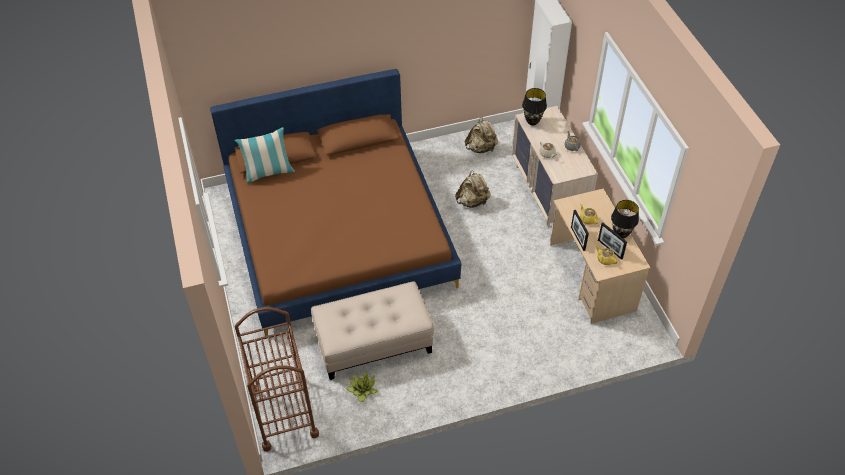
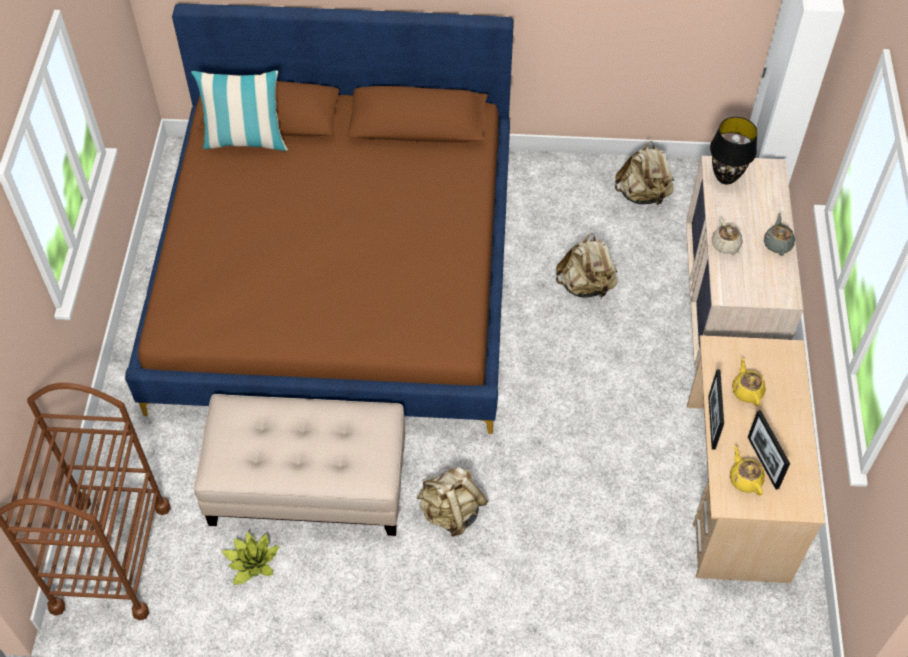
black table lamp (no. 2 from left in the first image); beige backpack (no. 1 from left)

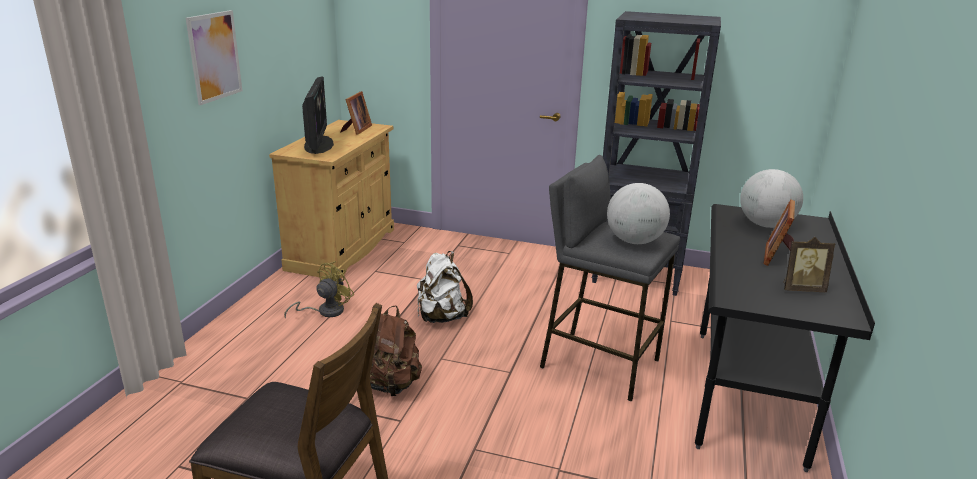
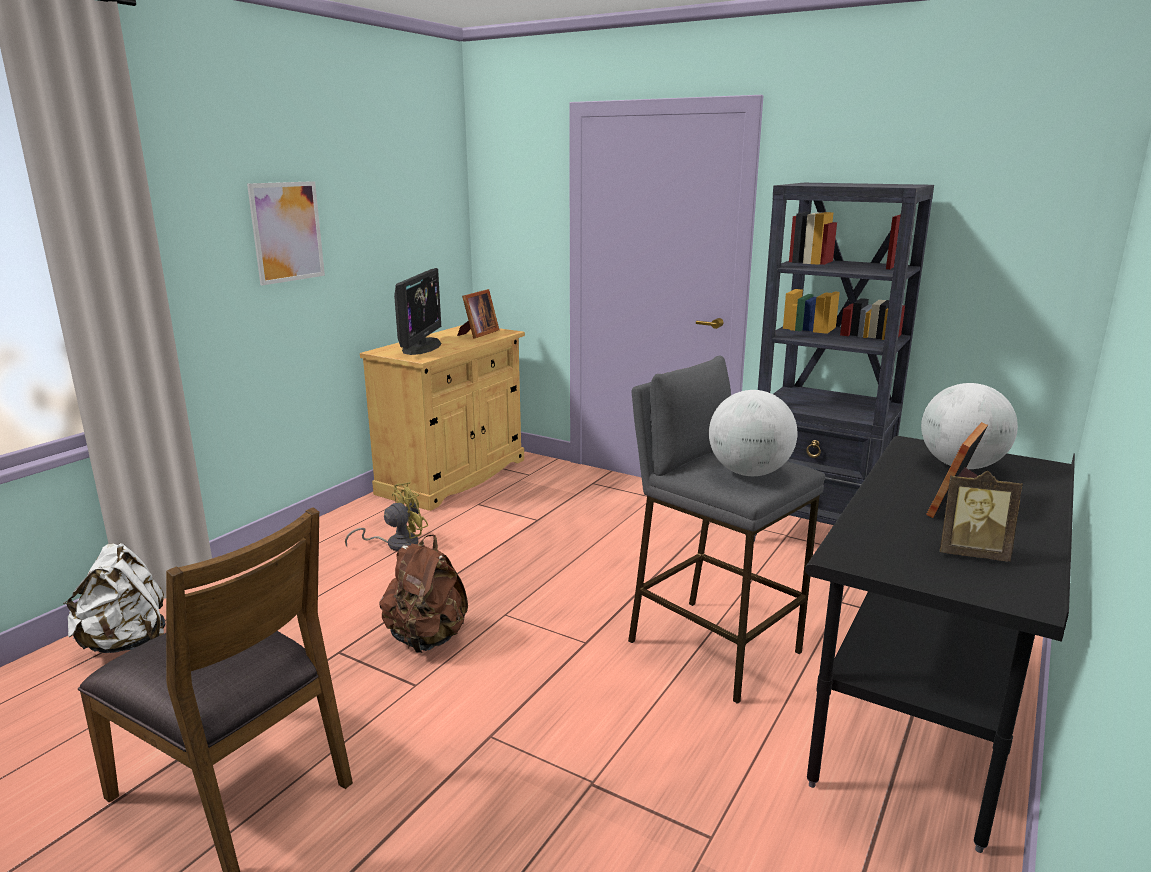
whitish backpack

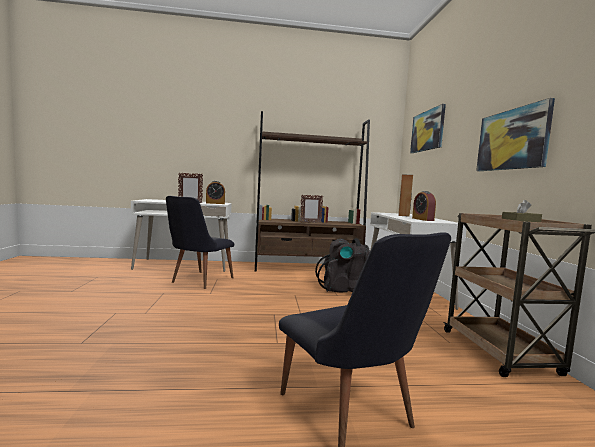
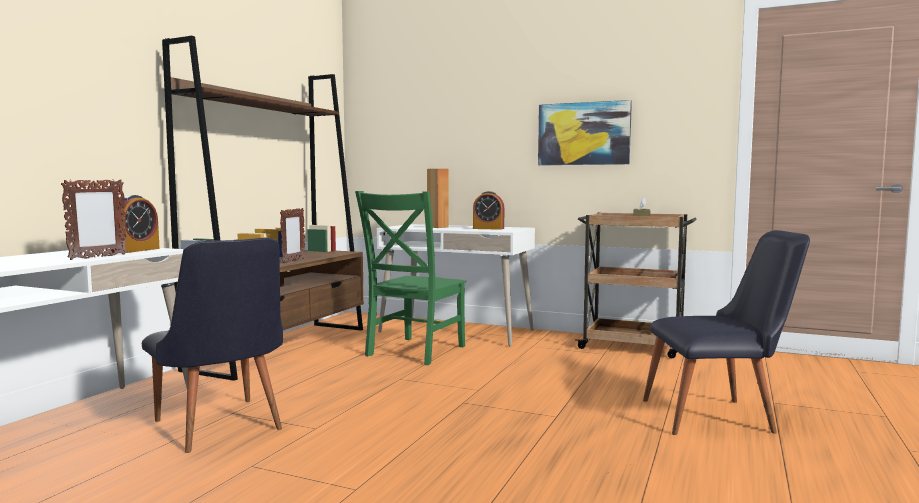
picture (no. 1 from left in the first image); green-coloured chair

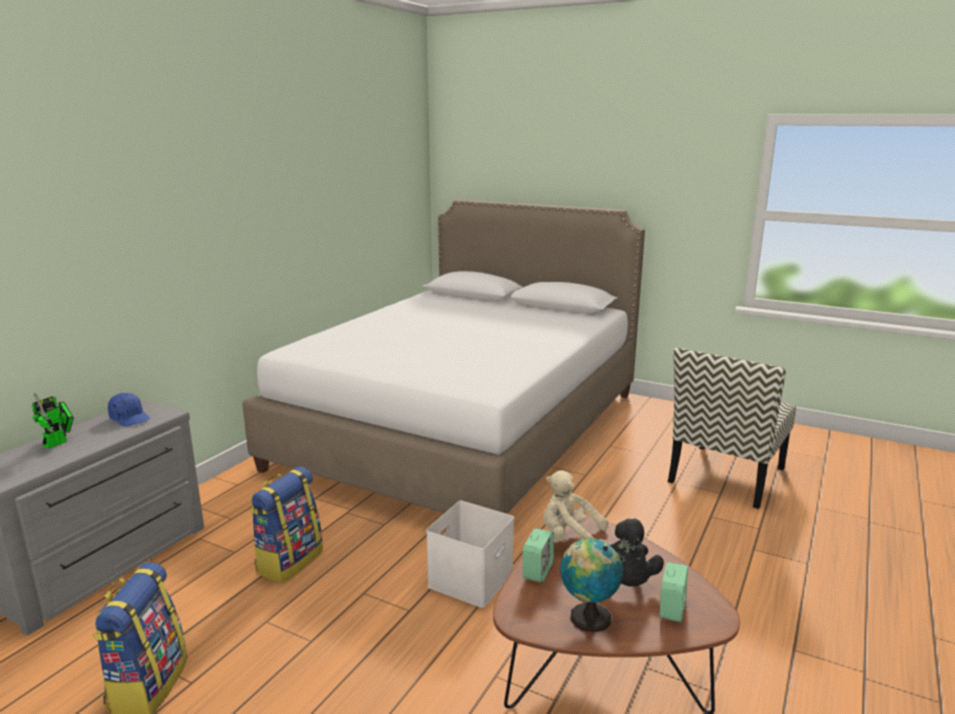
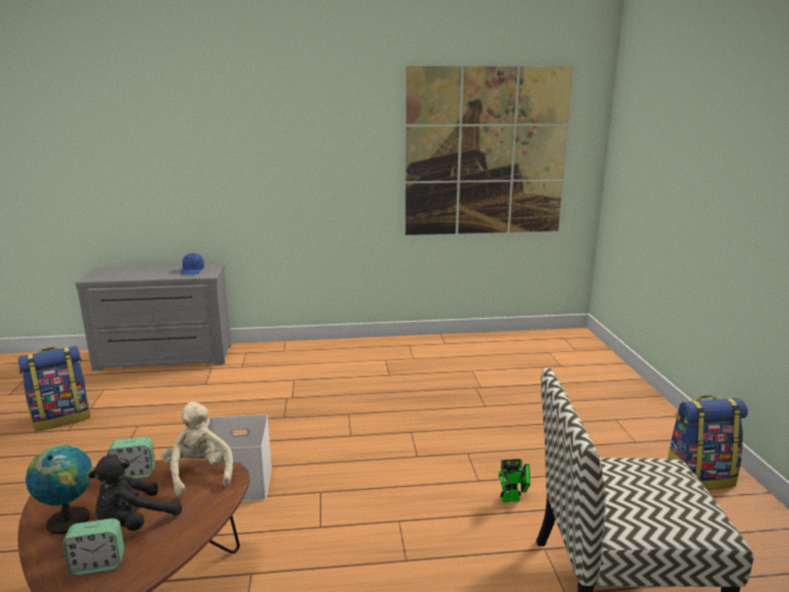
whitish sleeping bed; picture; model robot; backpack (no. 2 from left)

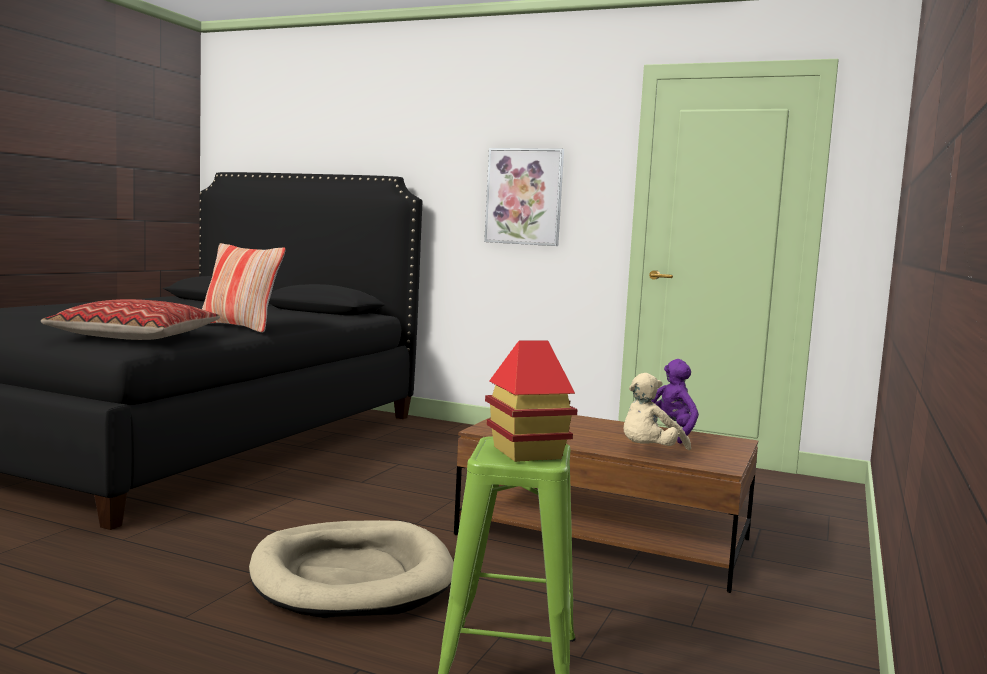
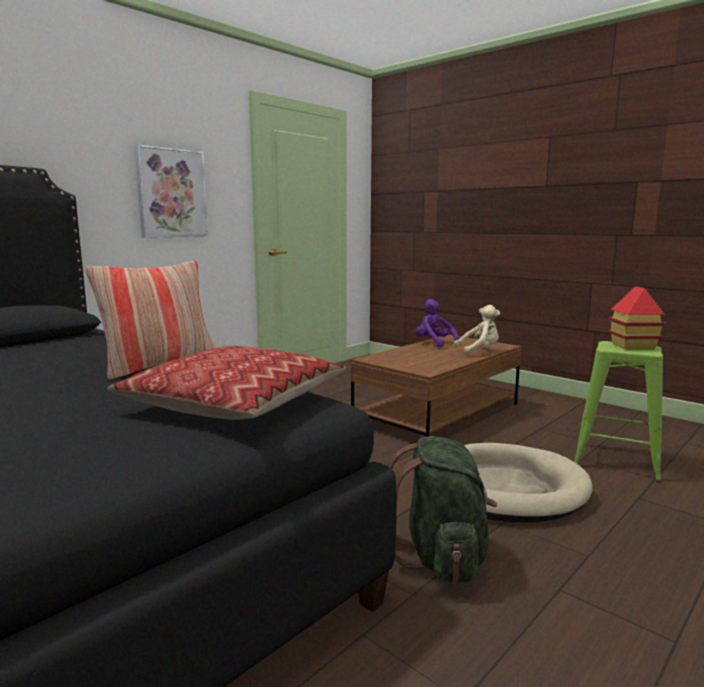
green-coloured backpack; beige cuddly toy

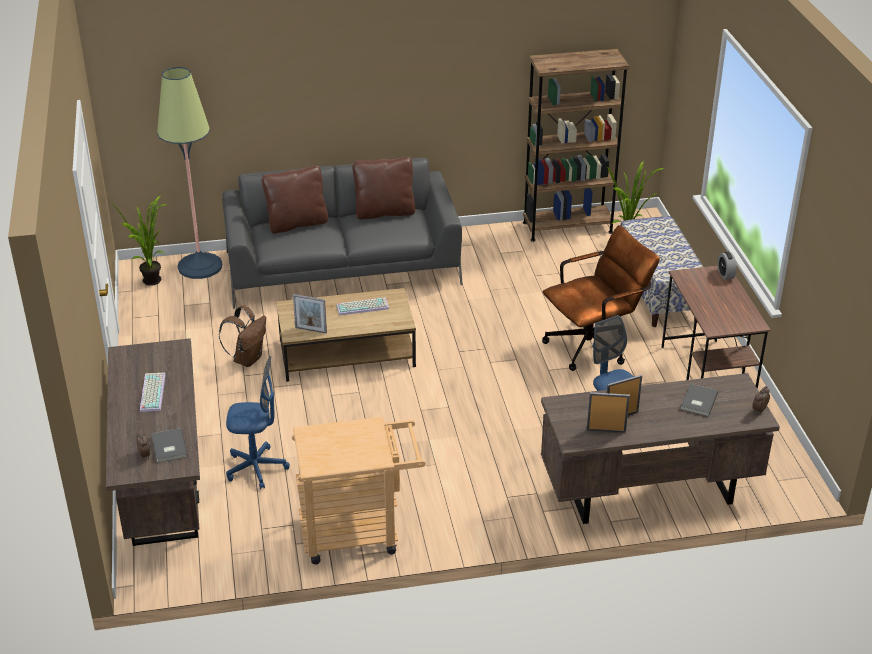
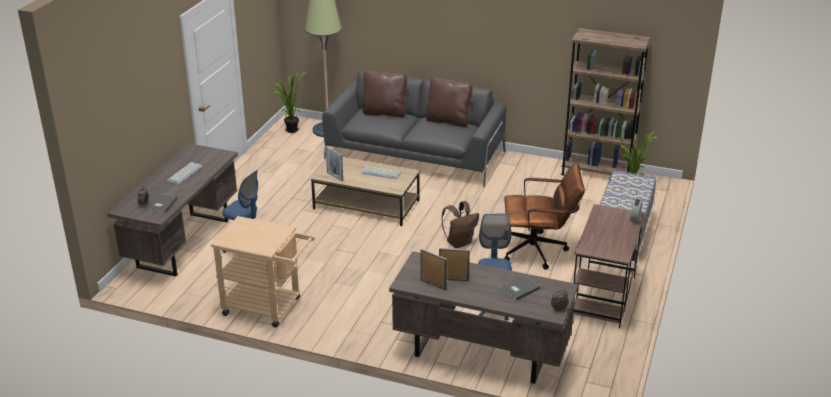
brownish backpack

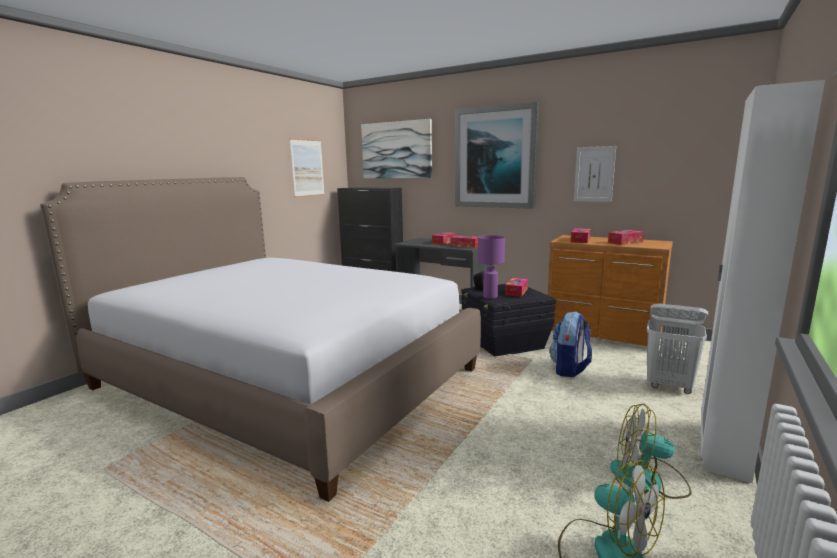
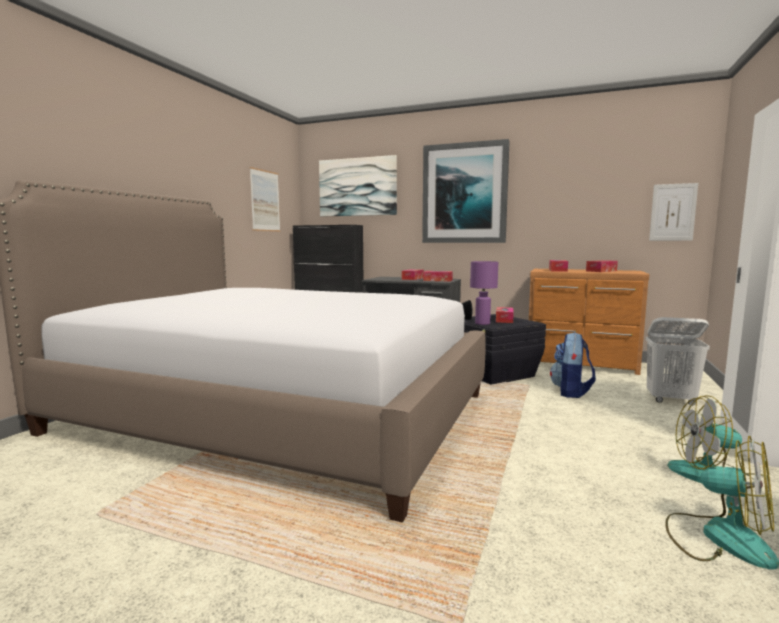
picture (no. 4 from left)

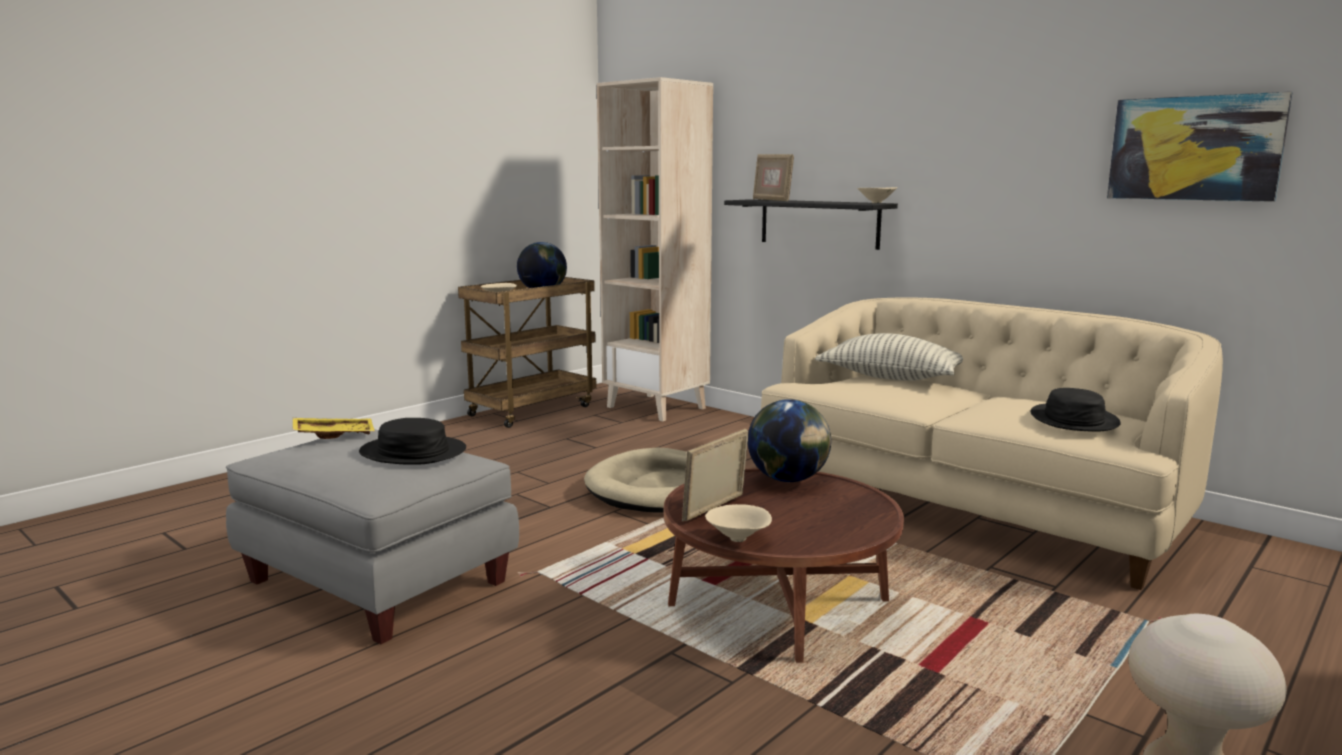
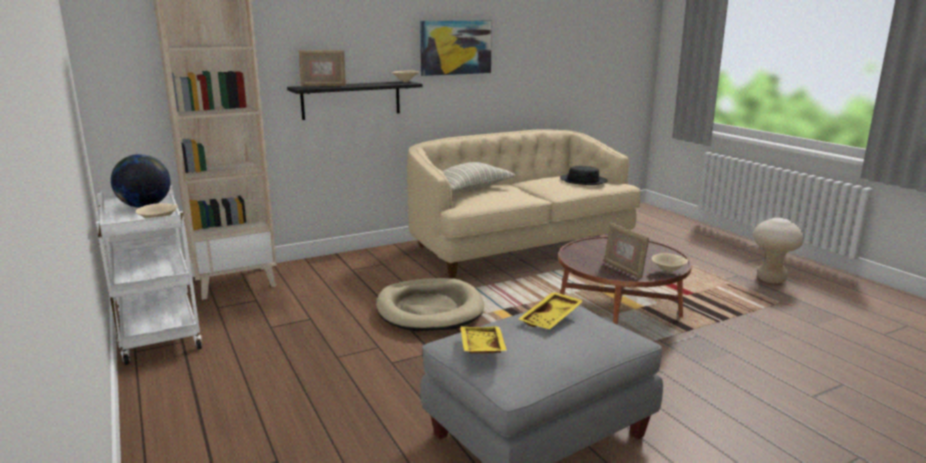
globe (no. 2 from left in the first image); picture; yellowish carrying tray (no. 2 from left); whitish wheeled cart

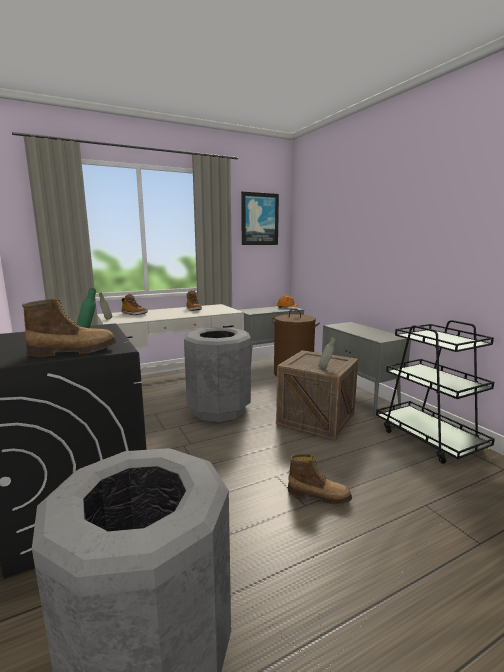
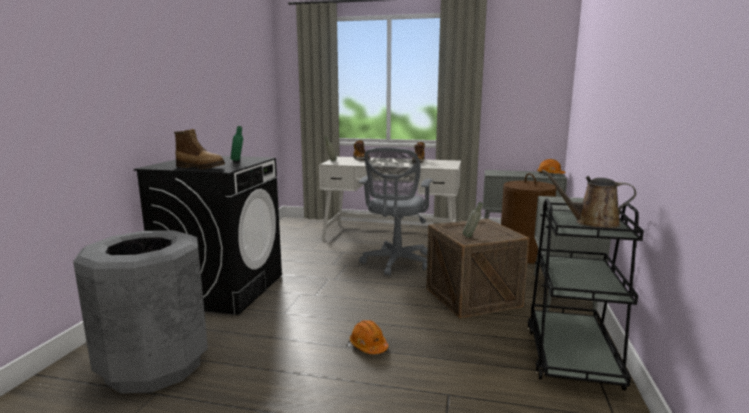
picture; brownish watering can; grey desk chair; orange-coloured safety helmet (no. 1 from left)

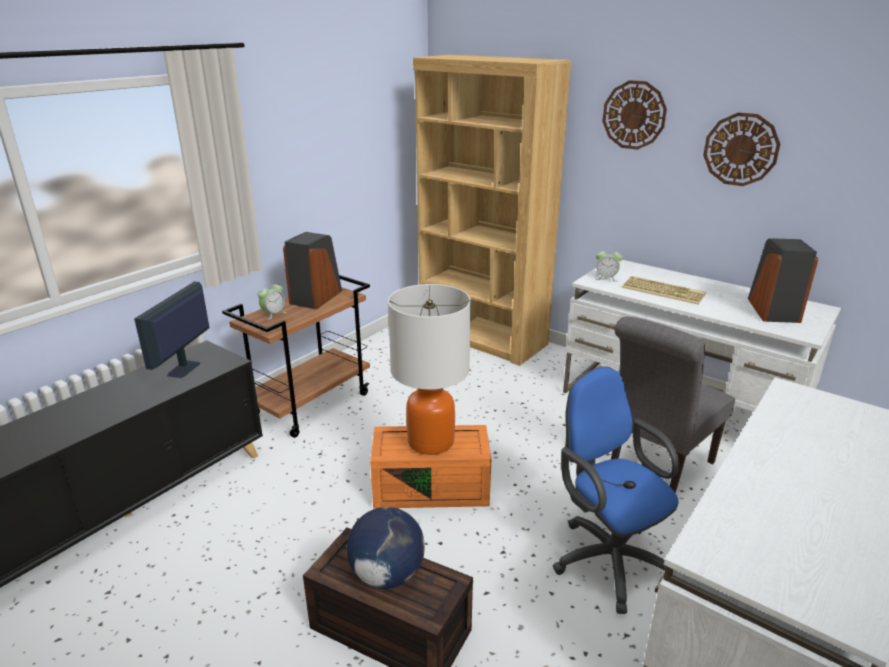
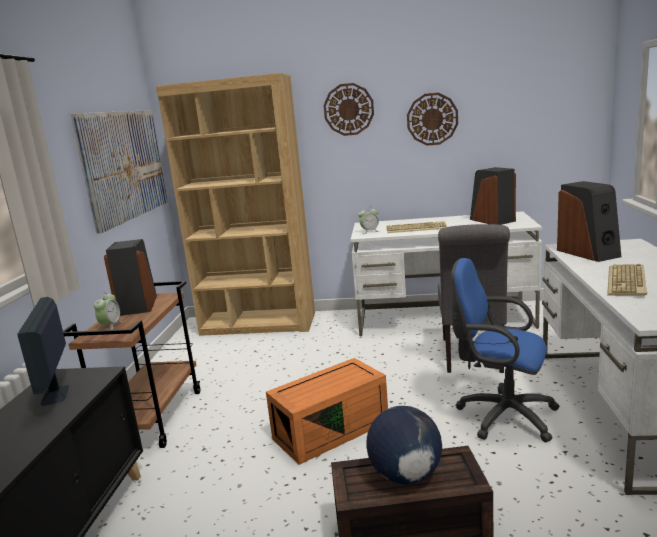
table lamp; picture; loudspeaker (no. 3 from left); computer keyboard (no. 2 from left)

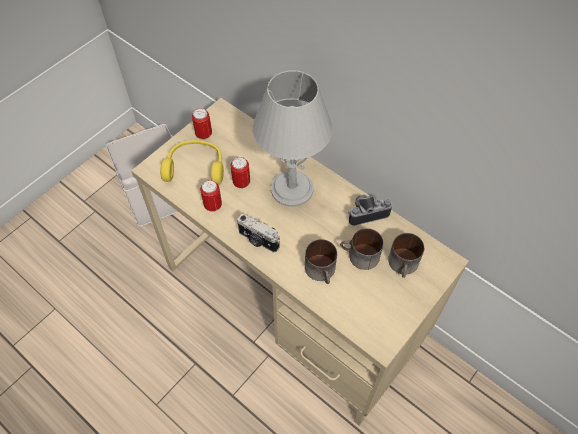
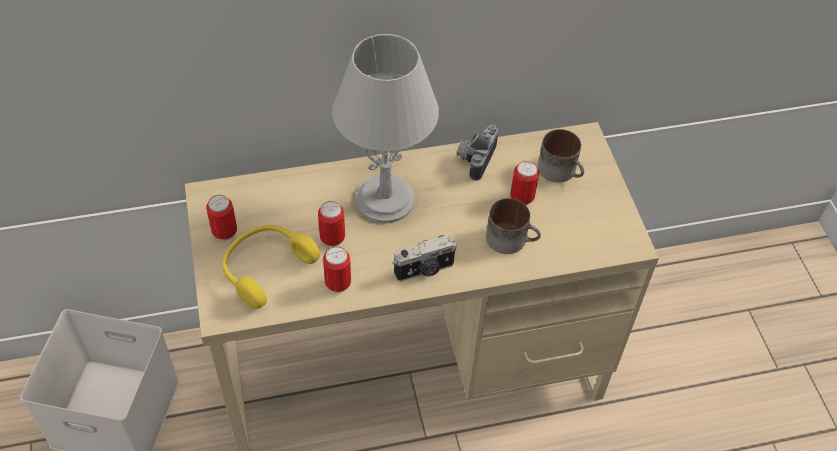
can (no. 4 from left)

